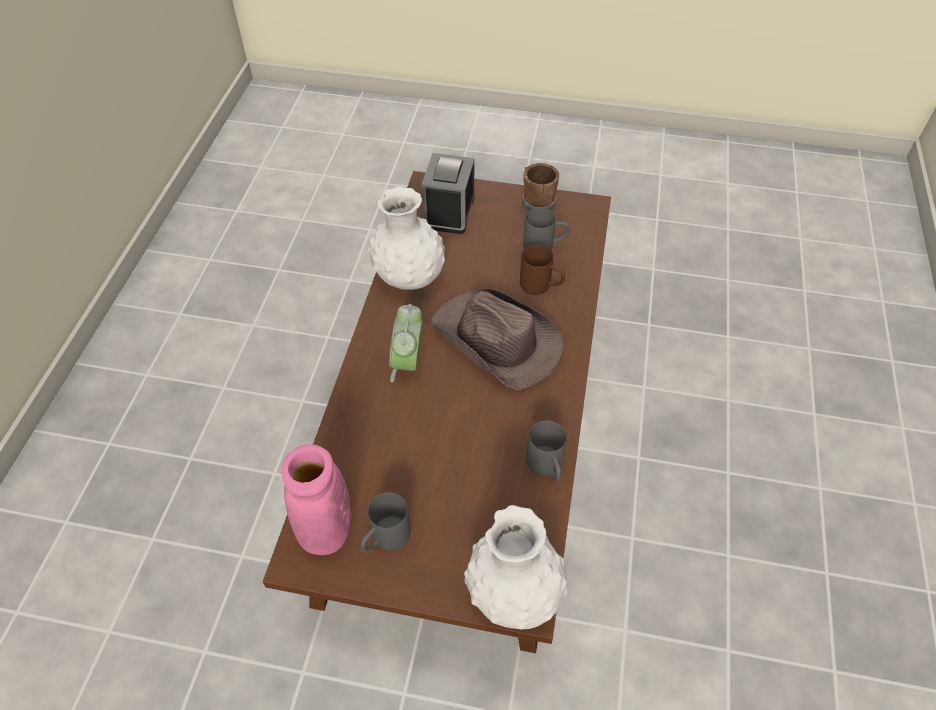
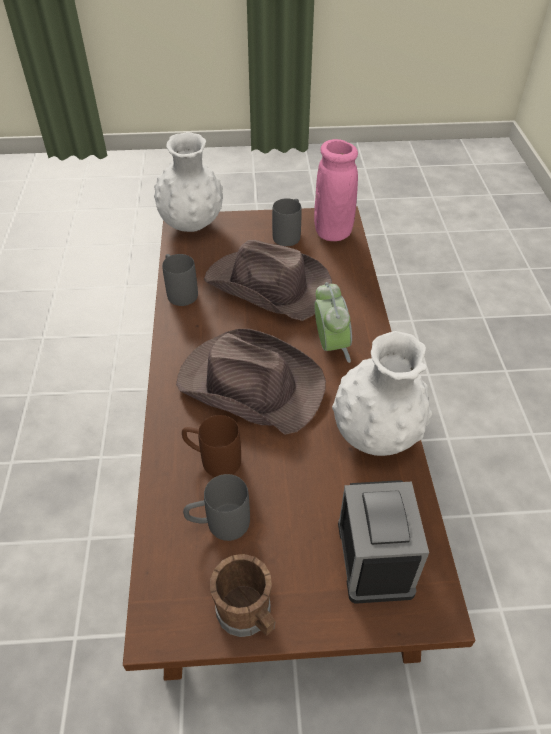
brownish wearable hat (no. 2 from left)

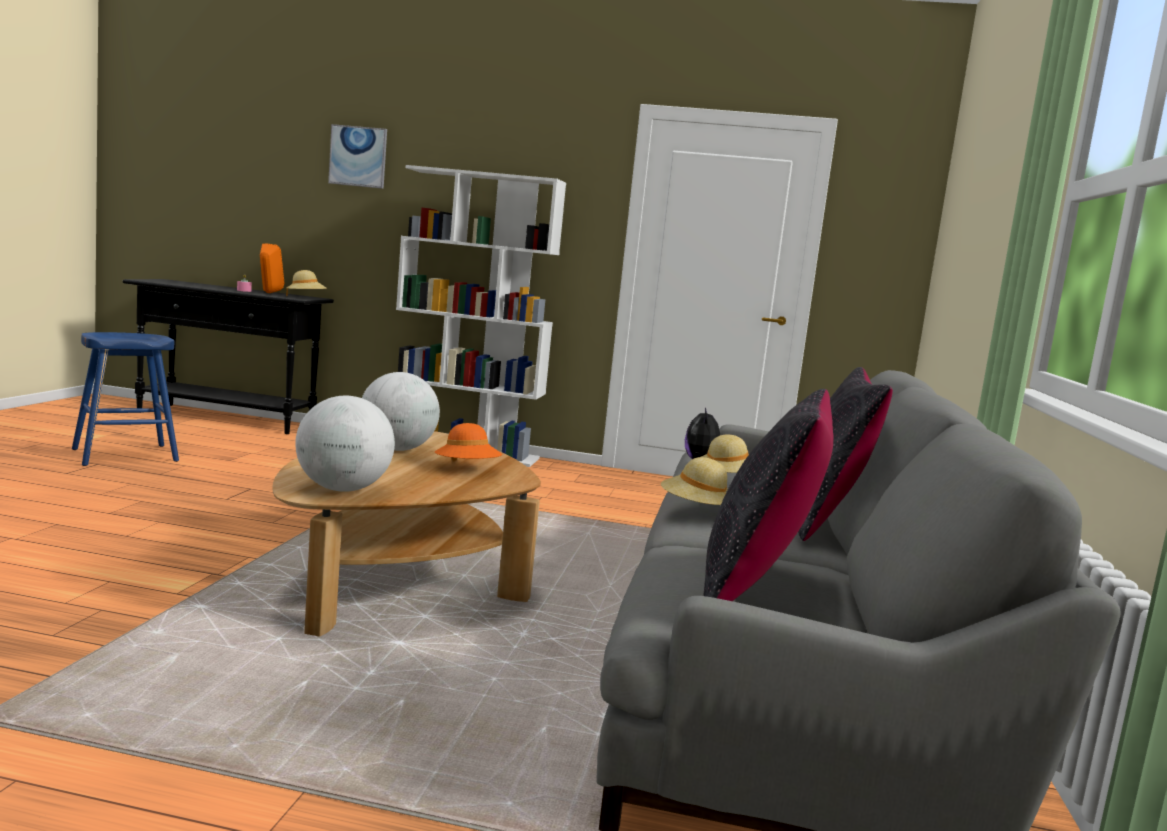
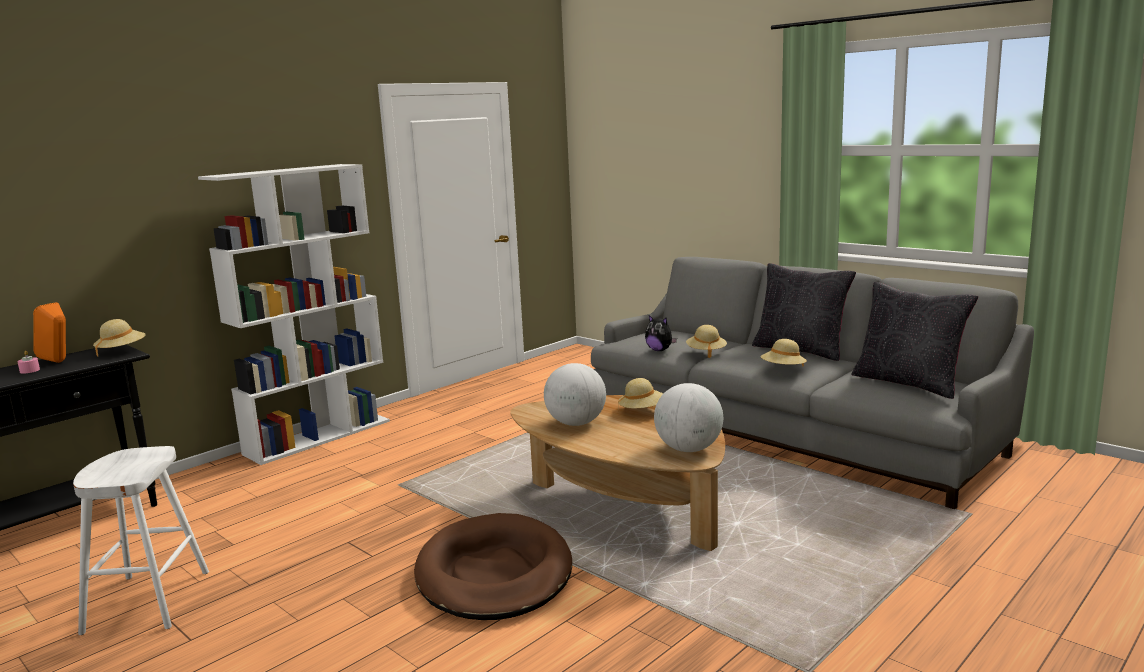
picture; brownish pet bed; whitish sitting stool; beige wearable hat (no. 2 from left)

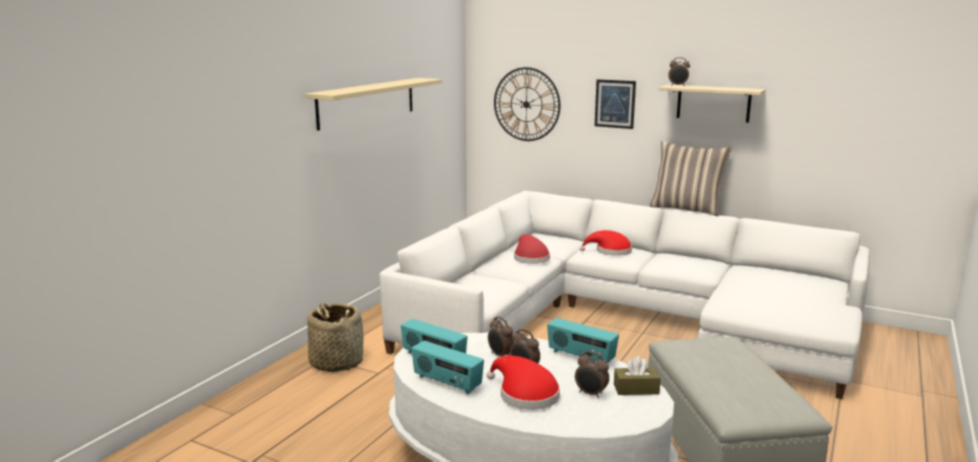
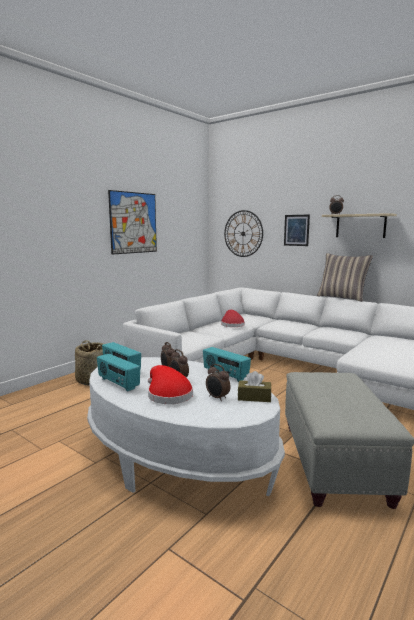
reddish wearable hat (no. 3 from left in the first image); picture (no. 1 from left)

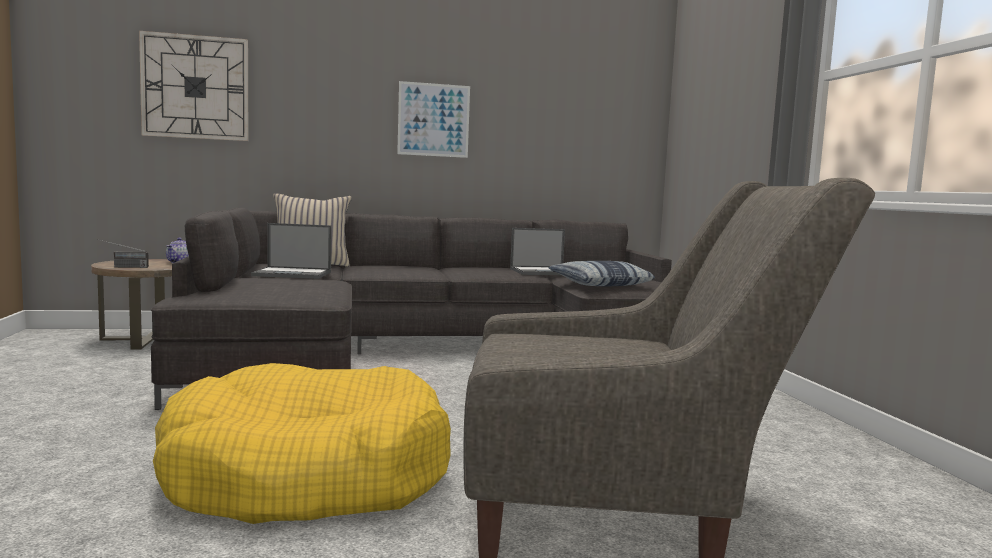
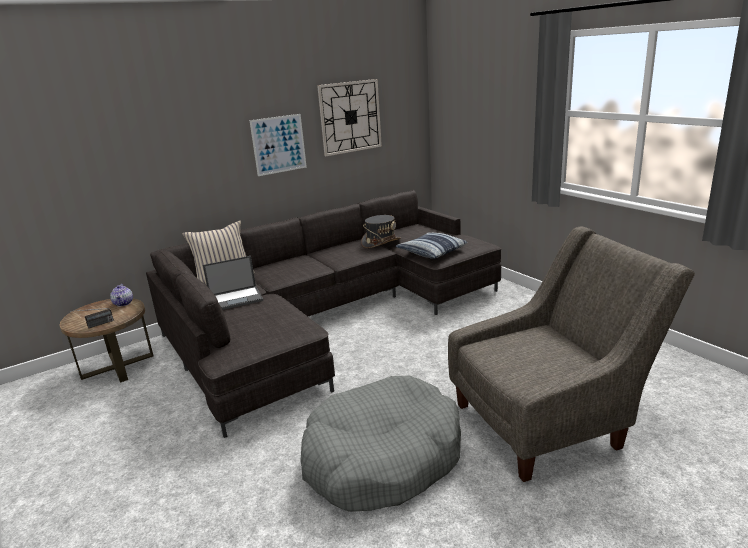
wall clock; grey wearable hat; grey pet bed

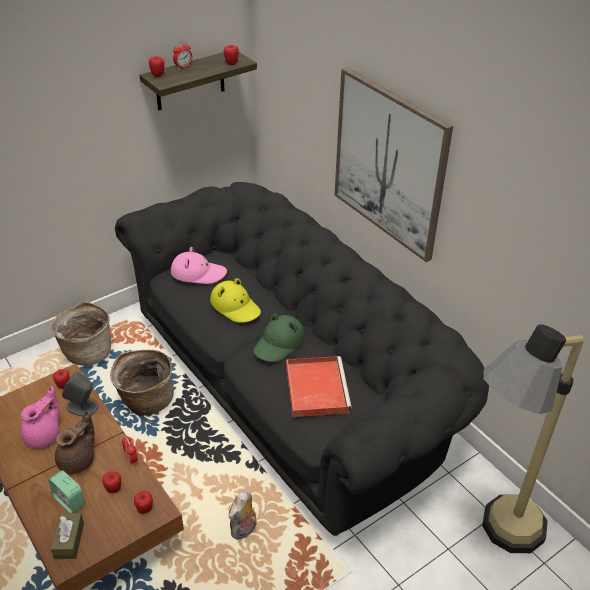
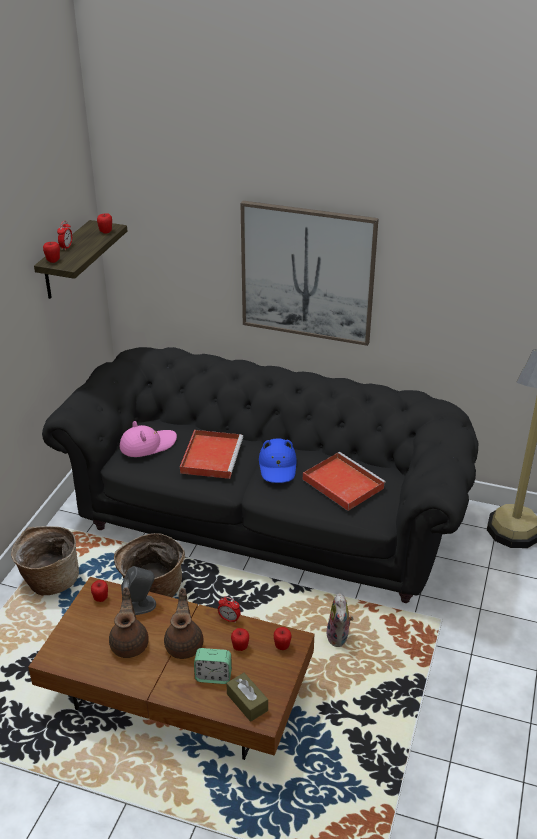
reddish carrying tray (no. 1 from left); brownish tea pot (no. 1 from left); blue wearable hat

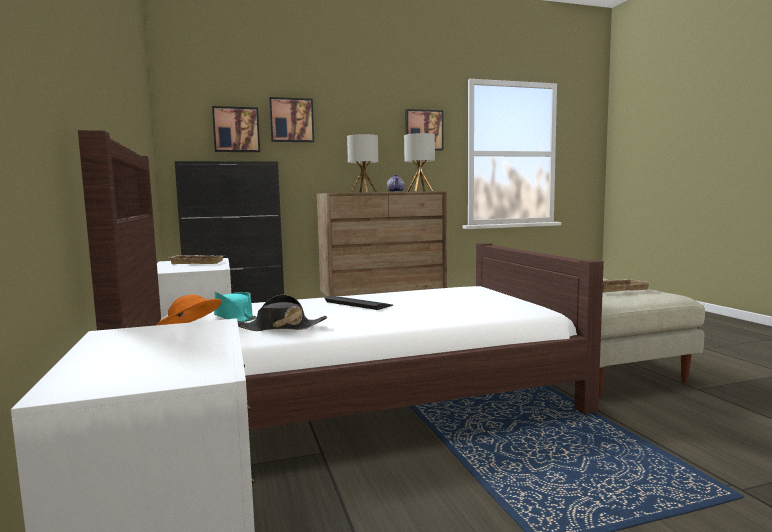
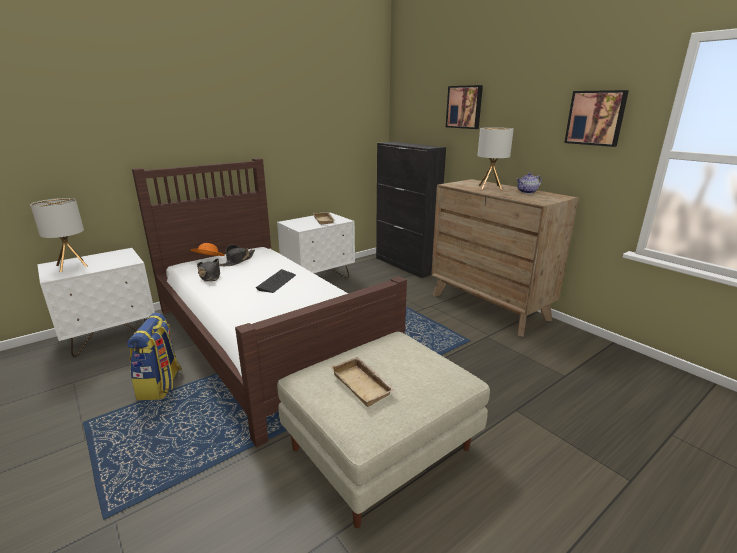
picture (no. 1 from left in the first image); backpack; table lamp (no. 1 from left); black wearable hat (no. 2 from left)

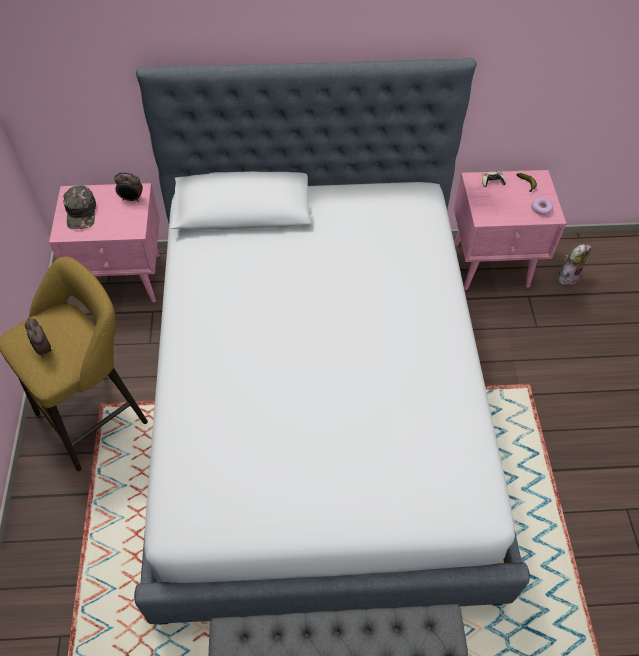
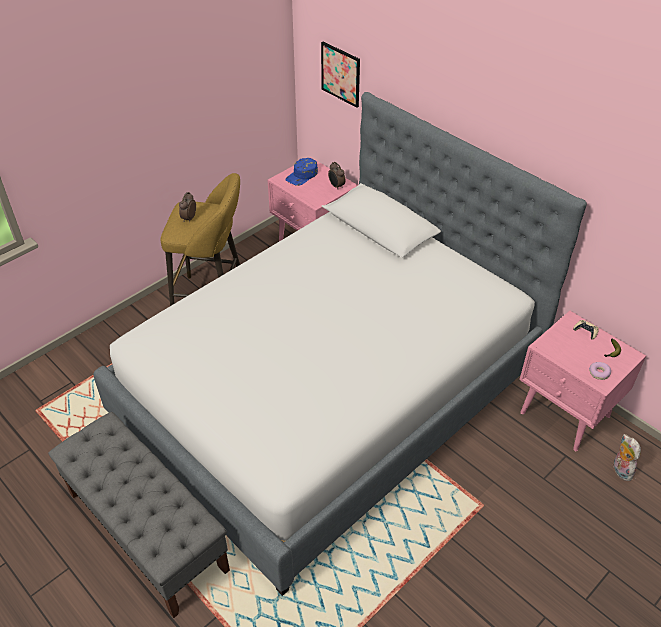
picture; blue peaked cap; cuddly toy

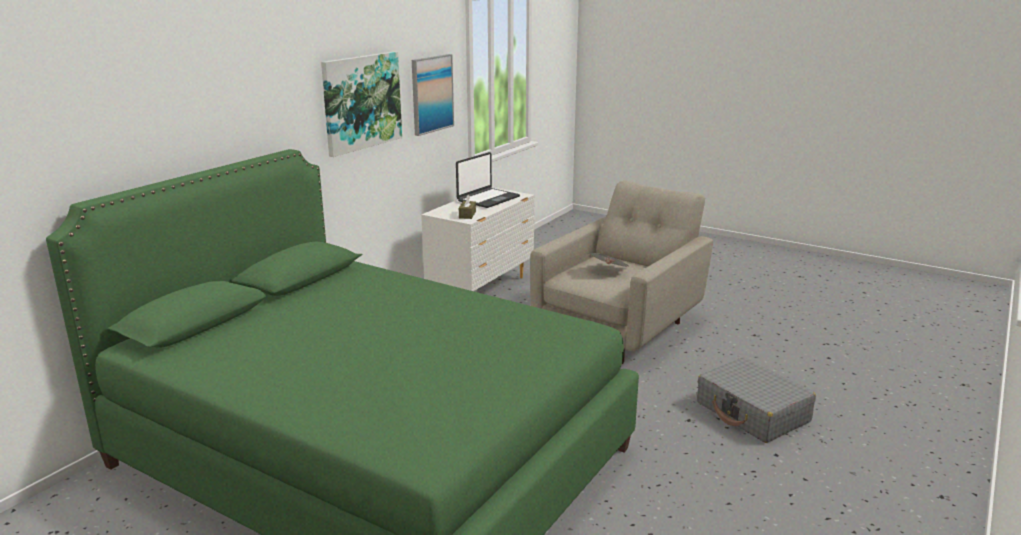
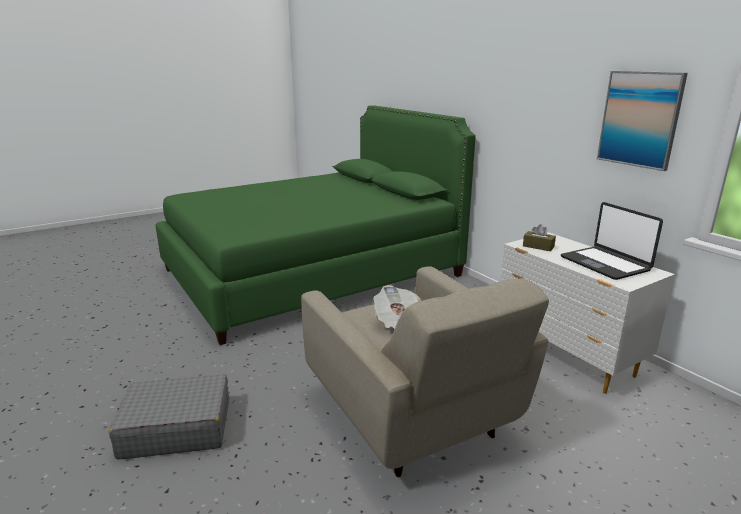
picture (no. 1 from left in the first image)

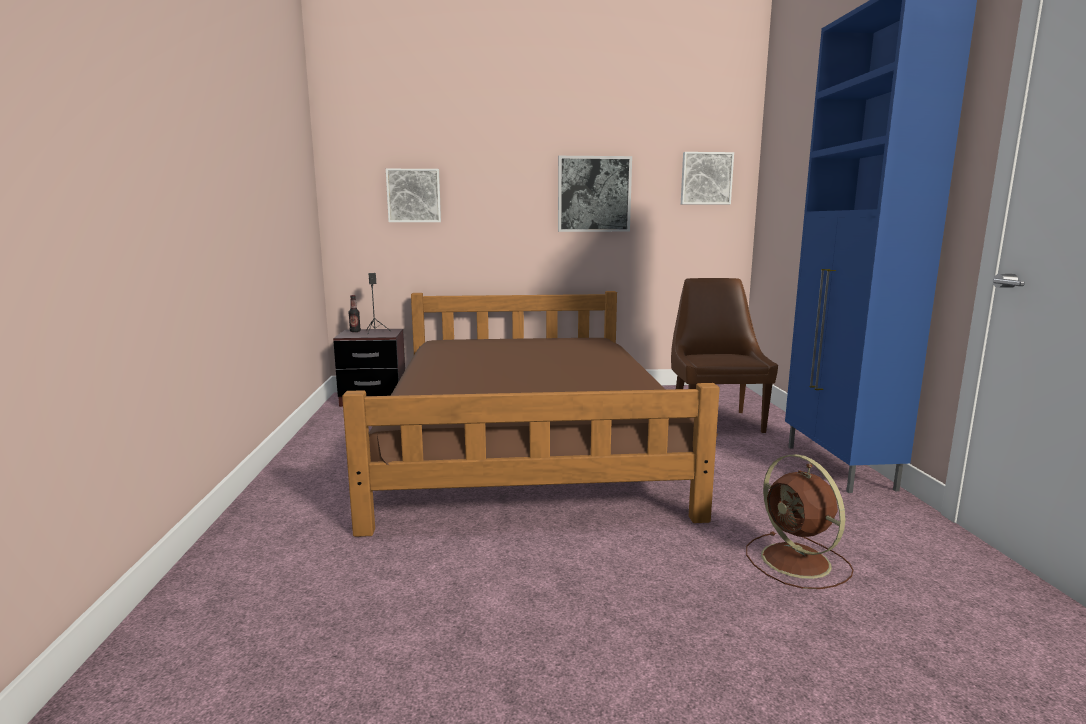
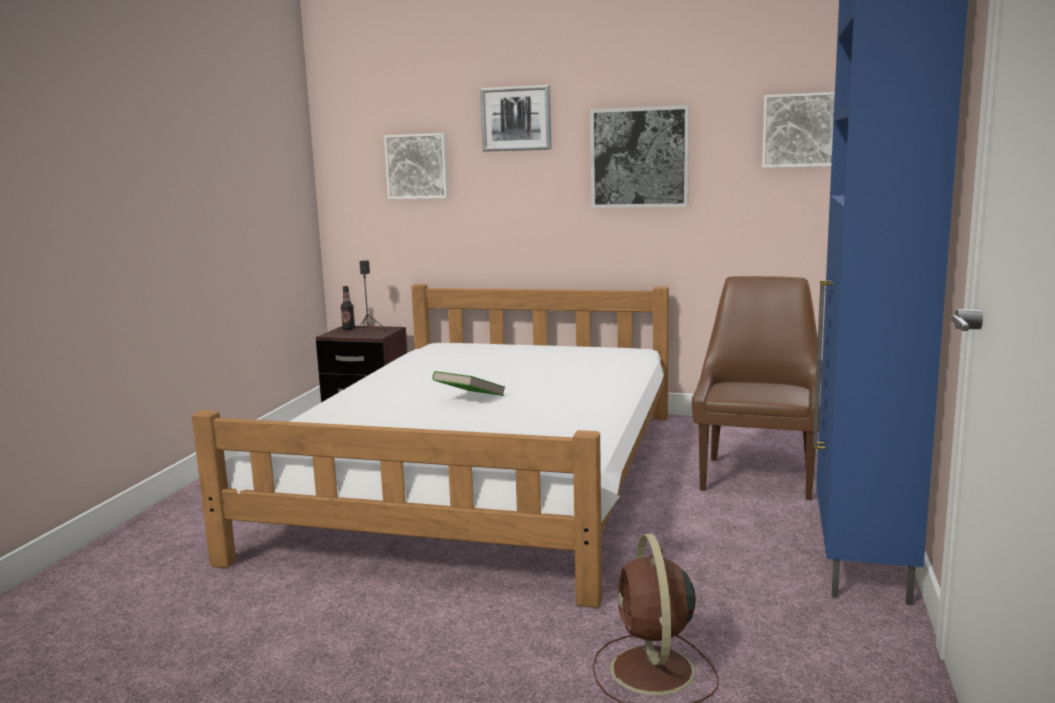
green-coloured volume; picture (no. 2 from left); whitish sleeping bed

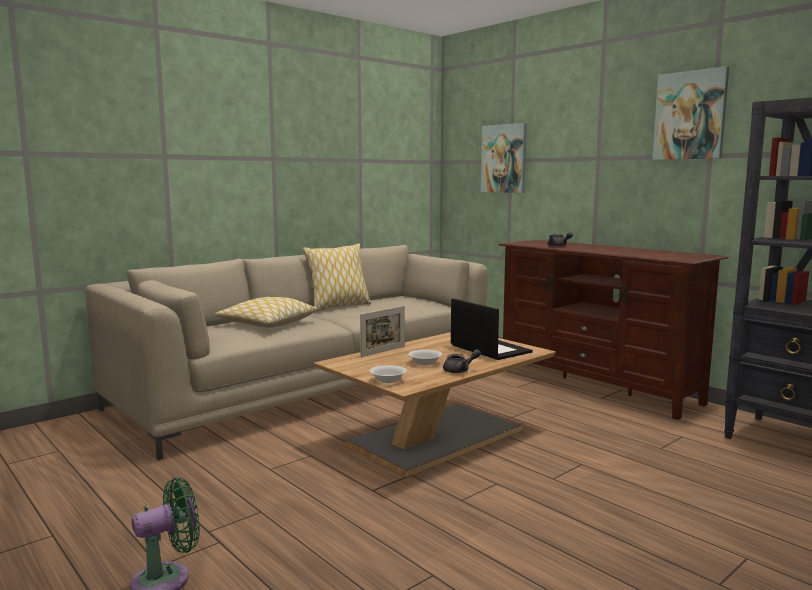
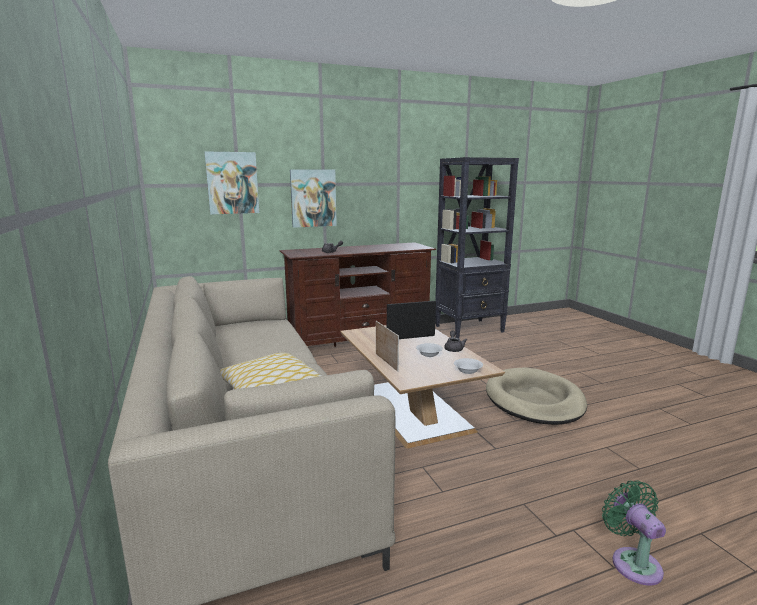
cushion (no. 2 from left in the first image); beige pet bed; picture (no. 2 from left)

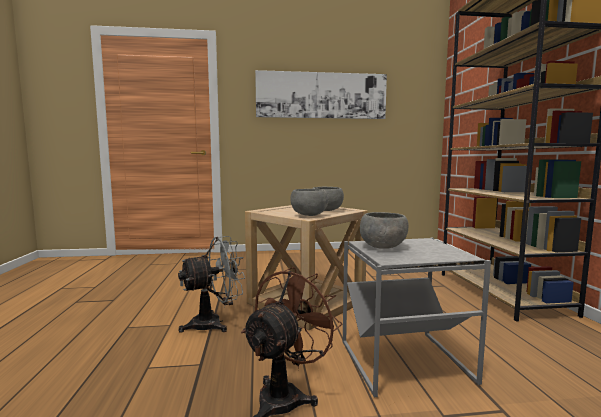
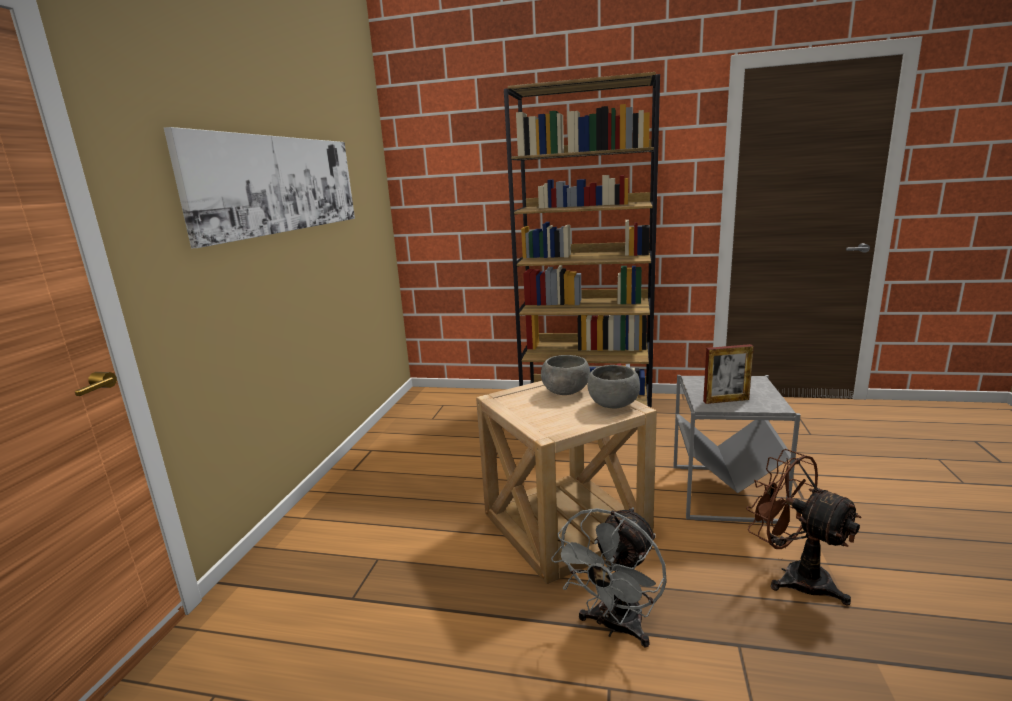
picture frame; grey fan

